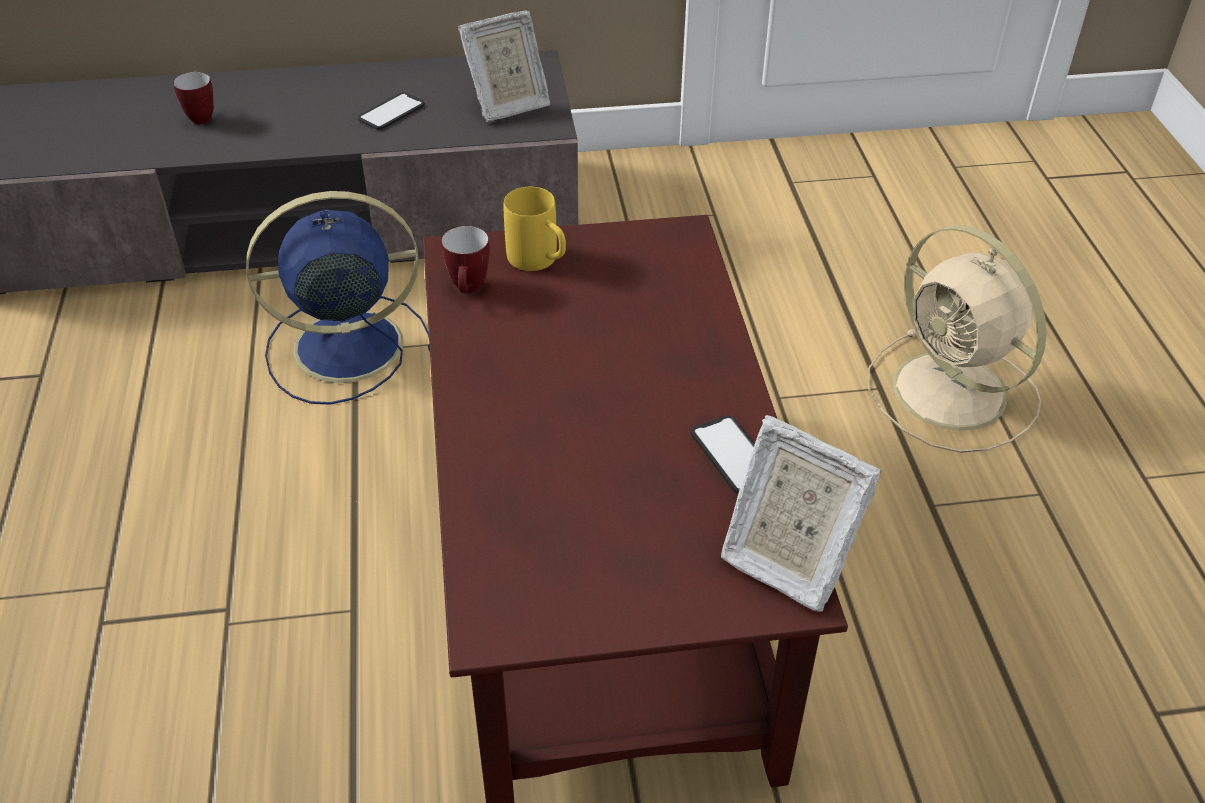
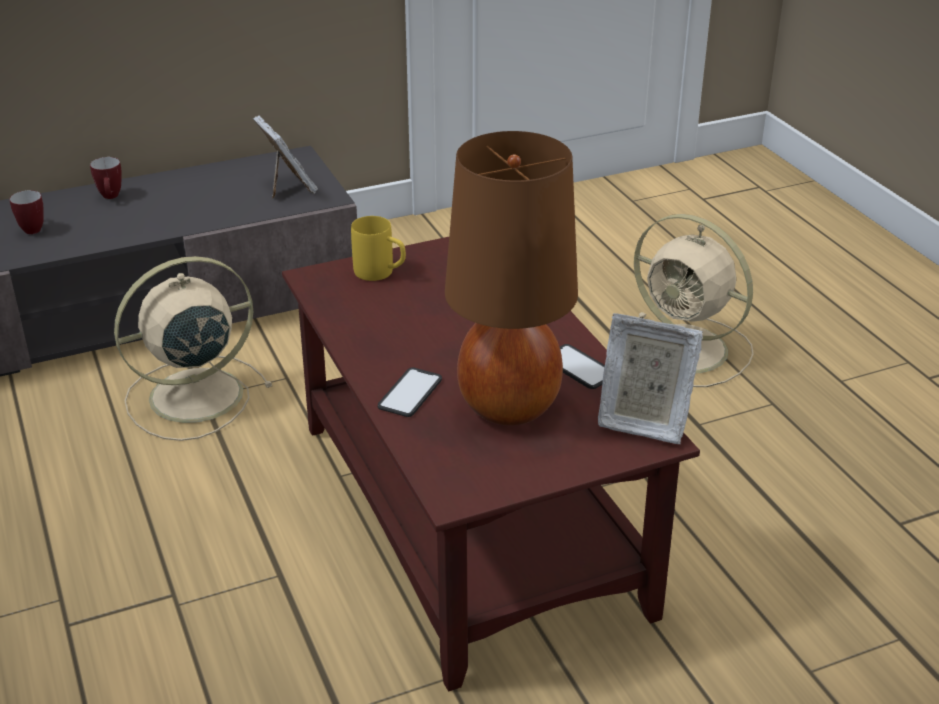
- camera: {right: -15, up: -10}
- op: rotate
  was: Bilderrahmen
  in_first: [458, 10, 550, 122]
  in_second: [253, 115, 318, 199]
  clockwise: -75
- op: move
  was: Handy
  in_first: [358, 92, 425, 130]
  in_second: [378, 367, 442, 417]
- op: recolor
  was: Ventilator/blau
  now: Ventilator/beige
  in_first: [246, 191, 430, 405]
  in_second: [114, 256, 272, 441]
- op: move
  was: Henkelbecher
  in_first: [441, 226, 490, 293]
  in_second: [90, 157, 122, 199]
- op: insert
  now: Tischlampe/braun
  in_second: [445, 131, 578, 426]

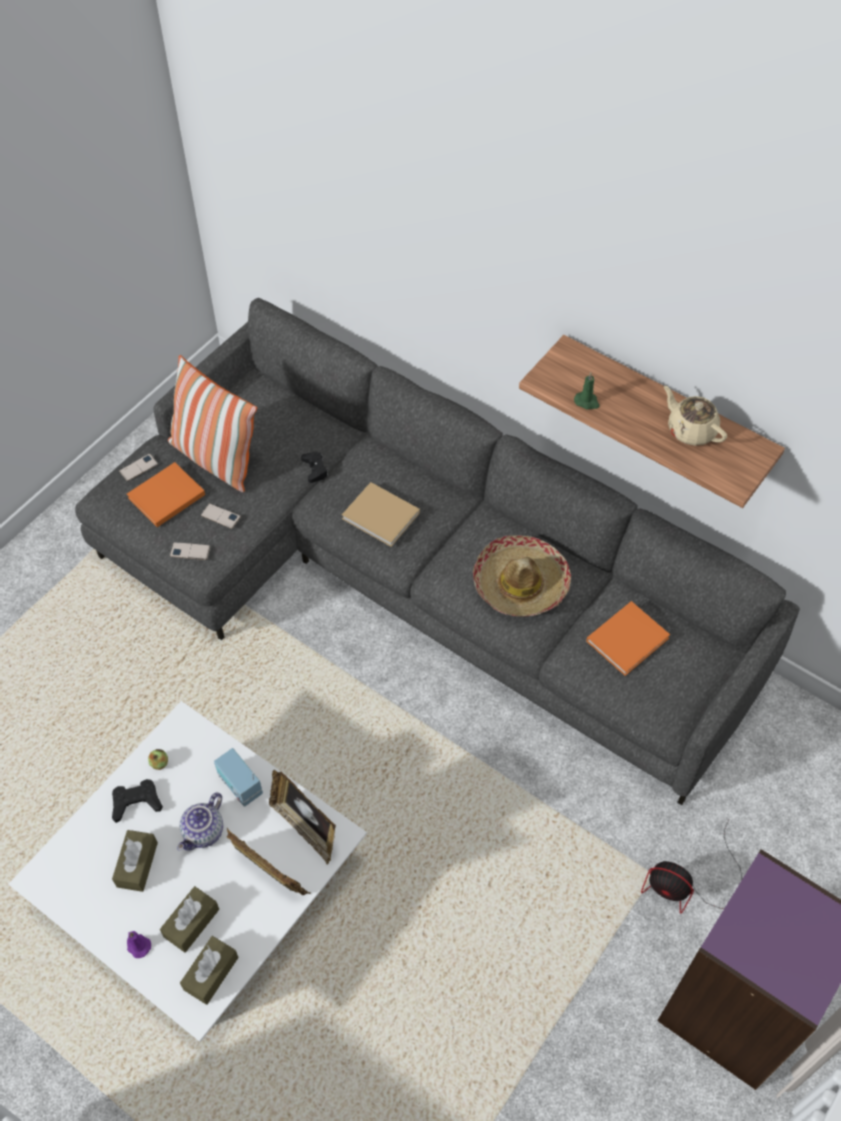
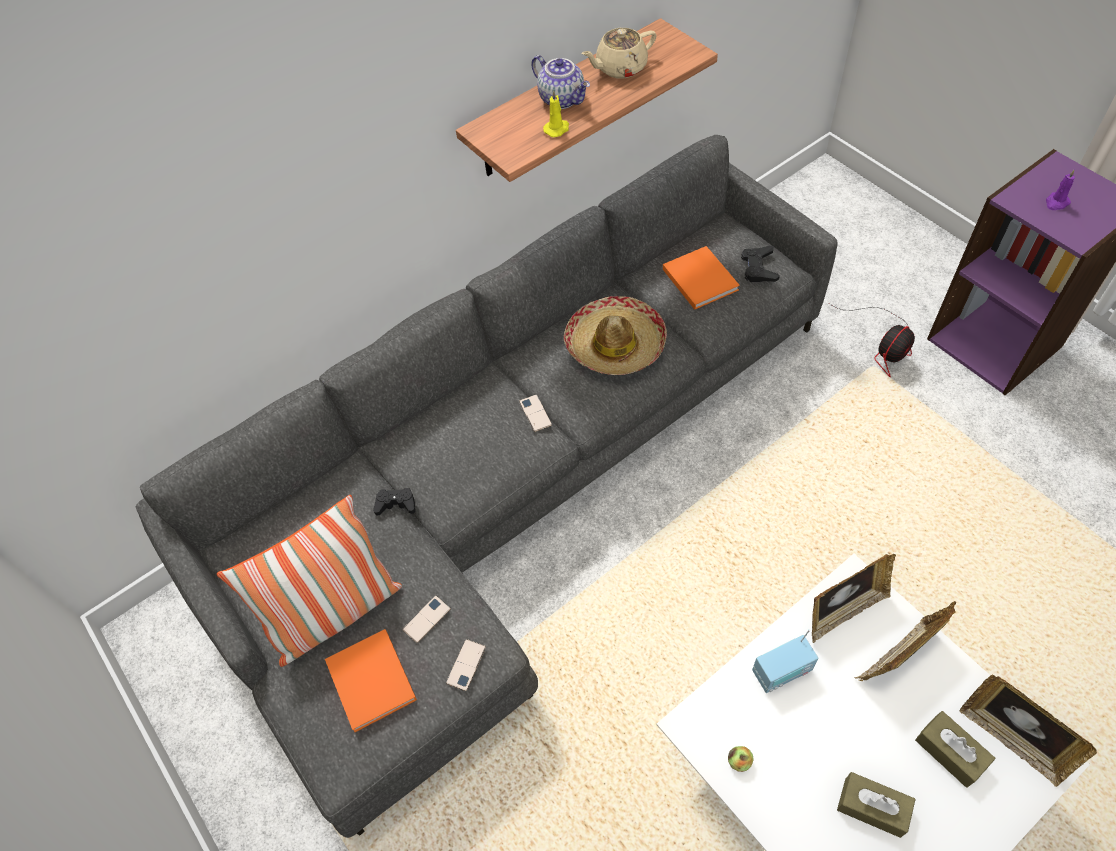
- camera: {right: -70, up: 0}
- op: recolor
  was: Kerze/grün
  now: Kerze/gelb
  in_first: [574, 373, 600, 409]
  in_second: [543, 90, 569, 137]
- op: move
  was: Handy
  in_first: [119, 454, 158, 481]
  in_second: [519, 394, 552, 432]
- op: delete
  was: Buch/beige
  in_first: [342, 482, 420, 547]
- op: move
  was: Gamepad/schwarz
  in_first: [112, 779, 163, 823]
  in_second: [741, 246, 780, 282]
- op: move
  was: Teekanne
  in_first: [177, 793, 223, 851]
  in_second: [531, 55, 590, 109]
- op: move
  was: Kerze/lila
  in_first: [127, 931, 151, 958]
  in_second: [1046, 170, 1075, 210]
- op: replace
  was: Taschentuchbox/braun
  now: Bilderrahmen
  in_first: [180, 936, 238, 1005]
  in_second: [960, 675, 1097, 787]

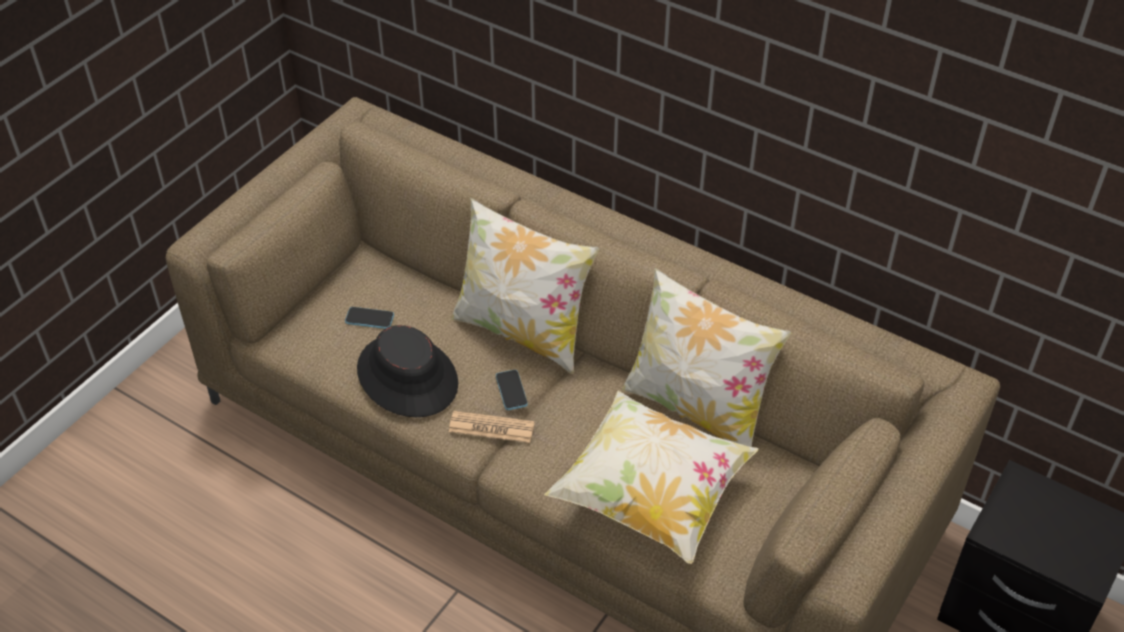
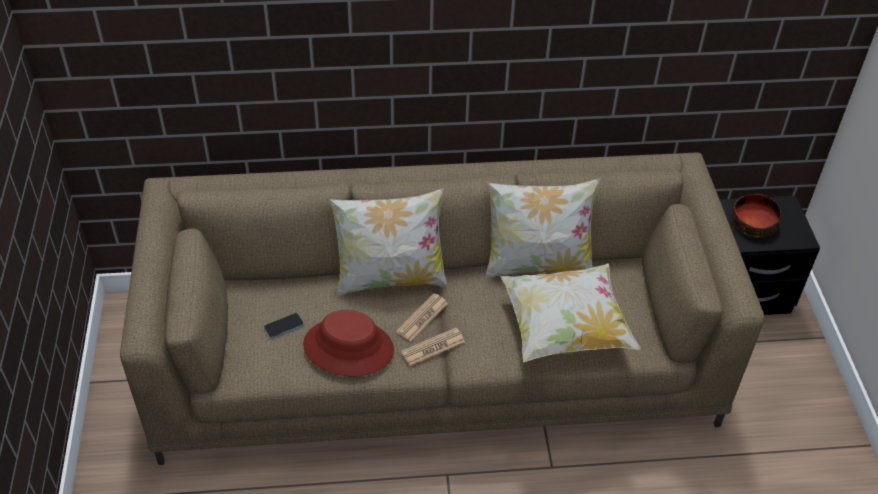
- camera: {right: -40, up: 0}
- op: recolor
  was: Hut/schwarz
  now: Hut/rot
  in_first: [357, 325, 458, 417]
  in_second: [303, 310, 394, 376]
- op: replace
  was: Handy
  now: Zeitung
  in_first: [496, 370, 528, 410]
  in_second: [396, 293, 448, 341]
- op: insert
  now: Schüssel
  in_second: [732, 194, 781, 238]

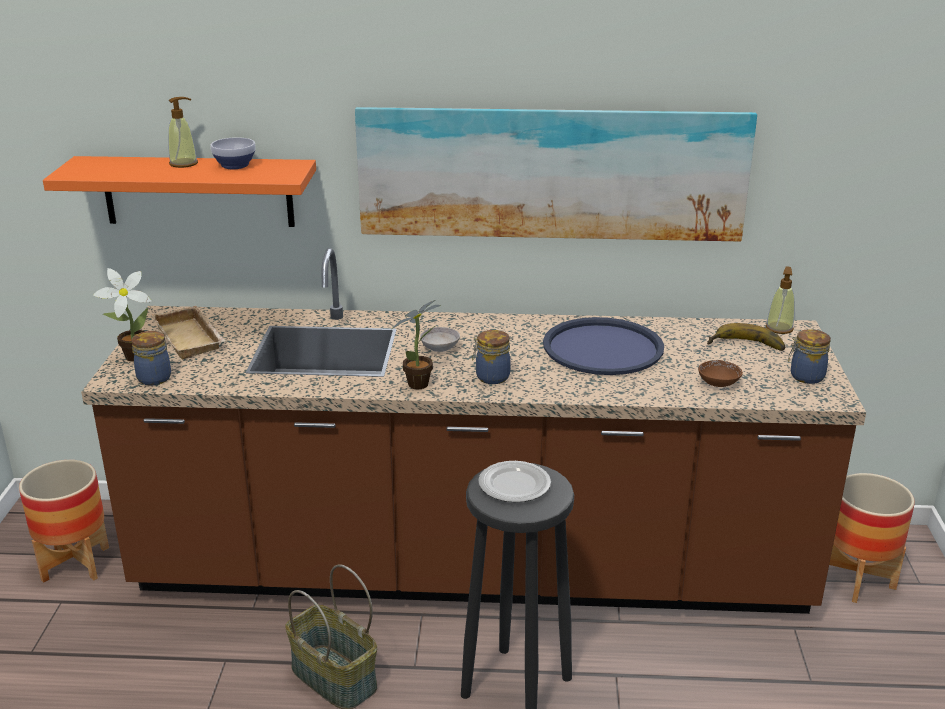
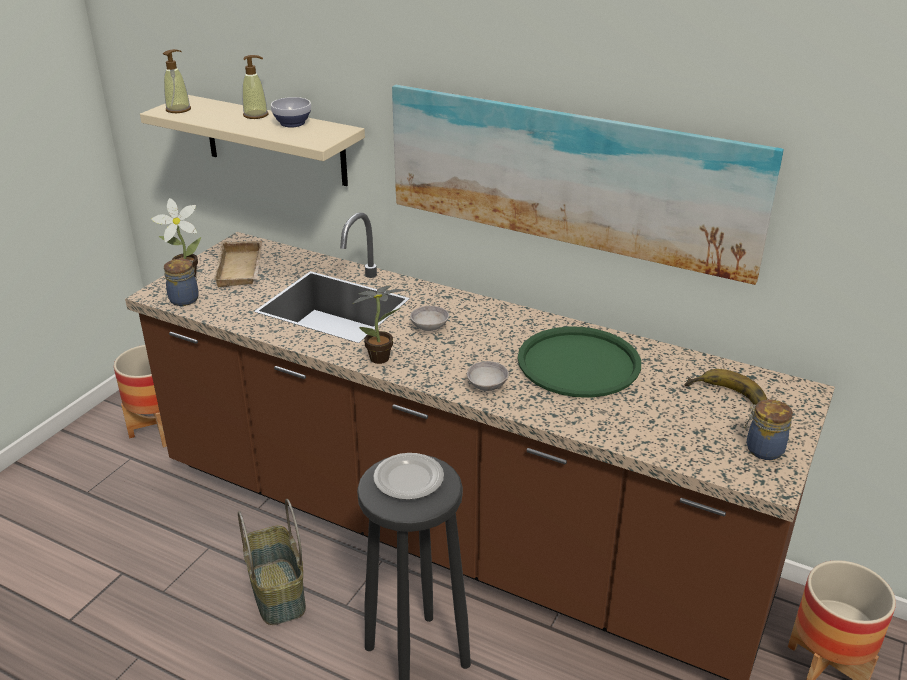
- camera: {right: 25, up: 5}
- op: recolor
  was: Wandregal/orange
  now: Wandregal/beige
  in_first: [43, 156, 316, 227]
  in_second: [140, 95, 365, 186]
- op: move
  was: Seifenspender
  in_first: [766, 266, 795, 334]
  in_second: [163, 49, 191, 113]
- op: recolor
  was: Tablett/blau
  now: Tablett/grün
  in_first: [543, 317, 664, 375]
  in_second: [518, 326, 641, 398]
- op: delete
  was: Vorratsglas
  in_first: [472, 330, 511, 384]
- op: delete
  was: Schüssel/braun
  in_first: [698, 360, 743, 387]
- op: insert
  now: Schüssel/grau
  in_second: [467, 361, 509, 391]

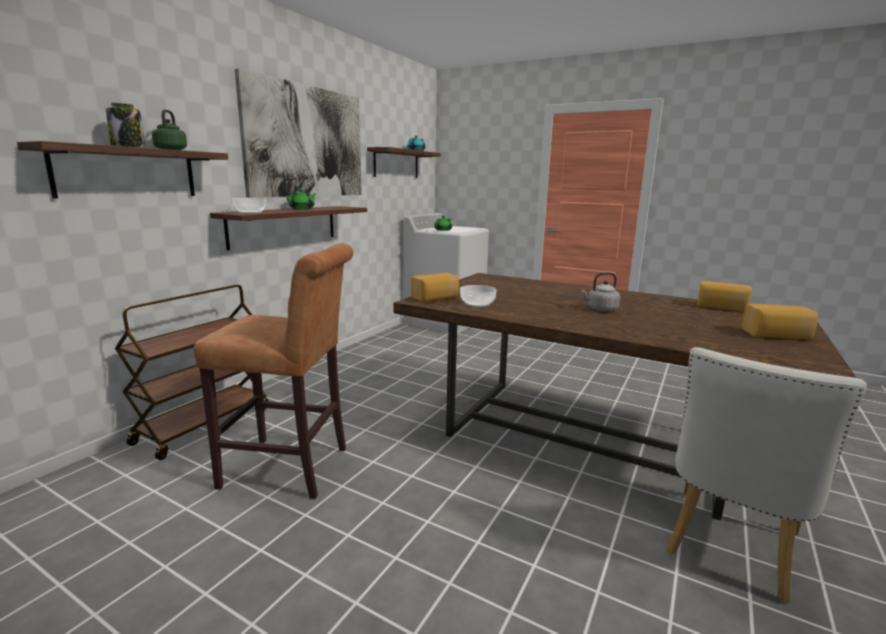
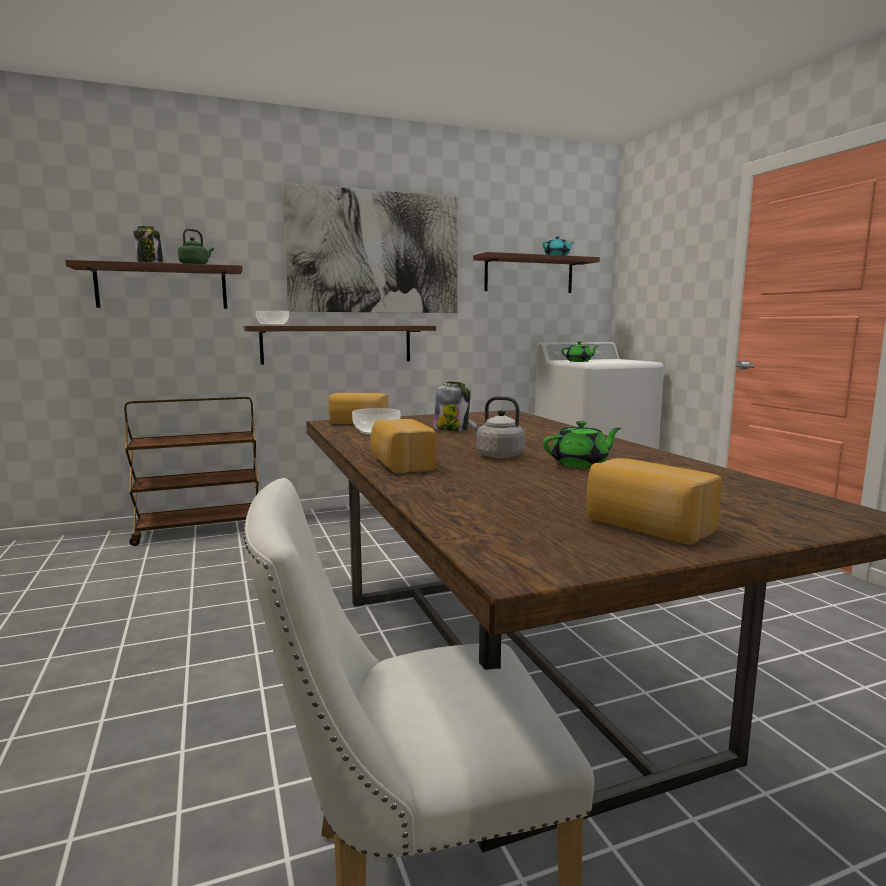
- camera: {right: 40, up: -5}
- op: move
  was: Teekanne/grün
  in_first: [287, 189, 316, 210]
  in_second: [543, 421, 621, 468]
- op: delete
  was: Hocker/braun
  in_first: [194, 243, 353, 499]
- op: move
  was: Brot
  in_first: [697, 281, 752, 312]
  in_second: [370, 419, 436, 474]
- op: insert
  now: Vorratsglas
  in_second: [433, 382, 471, 431]

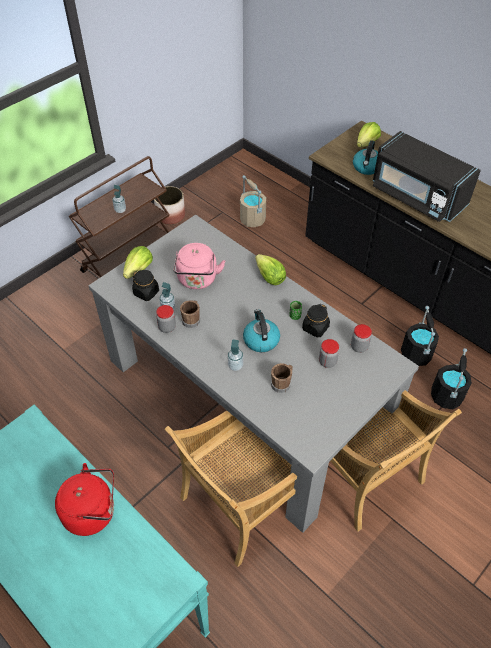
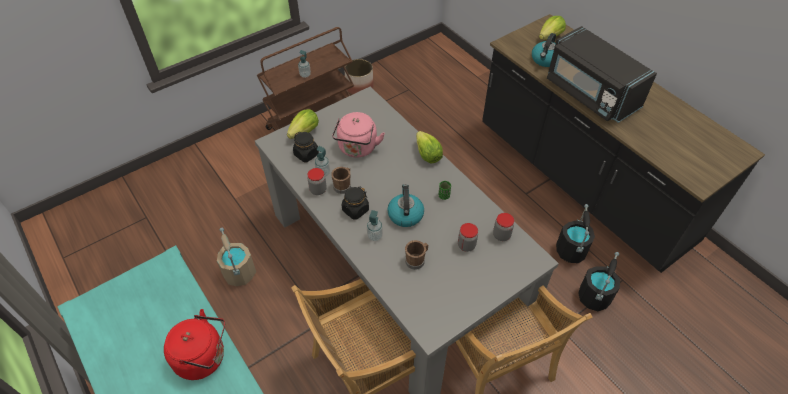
- camera: {right: 10, up: 0}
- op: move
  was: Eimer/beige
  in_first: [240, 175, 266, 227]
  in_second: [217, 228, 256, 286]
- op: move
  was: Vorratsglas/schwarz
  in_first: [302, 304, 330, 338]
  in_second: [342, 187, 369, 220]

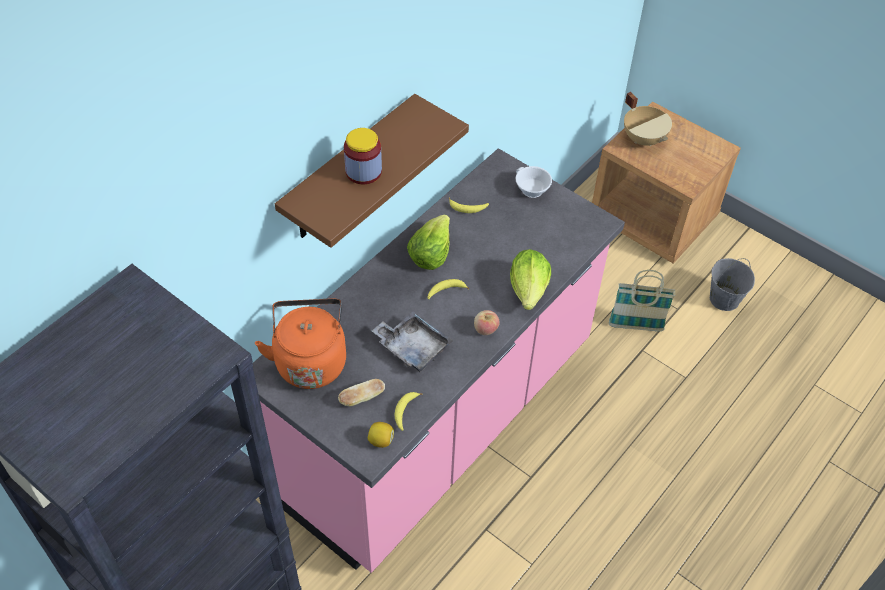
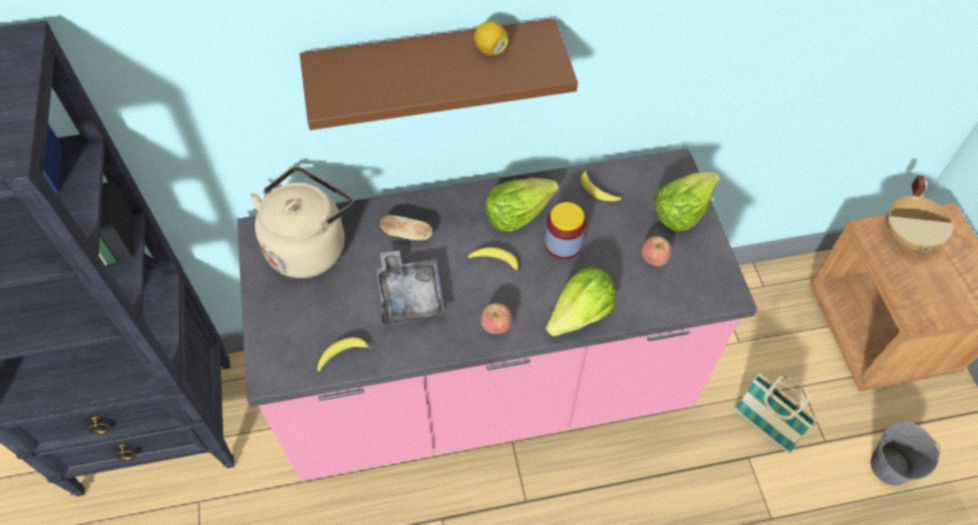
- camera: {right: 40, up: 5}
- op: move
  was: Vorratsglas
  in_first: [344, 128, 382, 185]
  in_second: [545, 202, 586, 259]
- op: replace
  was: Tasse/weiß
  now: Salatkopf
  in_first: [516, 166, 552, 198]
  in_second: [654, 172, 720, 232]
- op: recolor
  was: Wasserkessel/orange
  now: Wasserkessel/beige
  in_first: [255, 299, 346, 389]
  in_second: [250, 166, 354, 278]
- op: move
  was: Brot
  in_first: [338, 379, 385, 406]
  in_second: [380, 215, 432, 240]
- op: move
  was: Zitrone
  in_first: [368, 422, 394, 448]
  in_second: [474, 21, 509, 56]
- op: insert
  now: Apfel
  in_second: [641, 236, 672, 266]

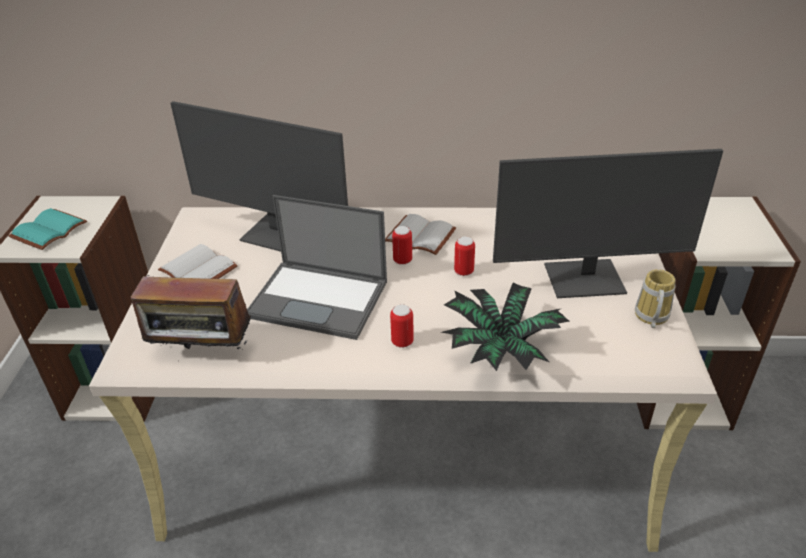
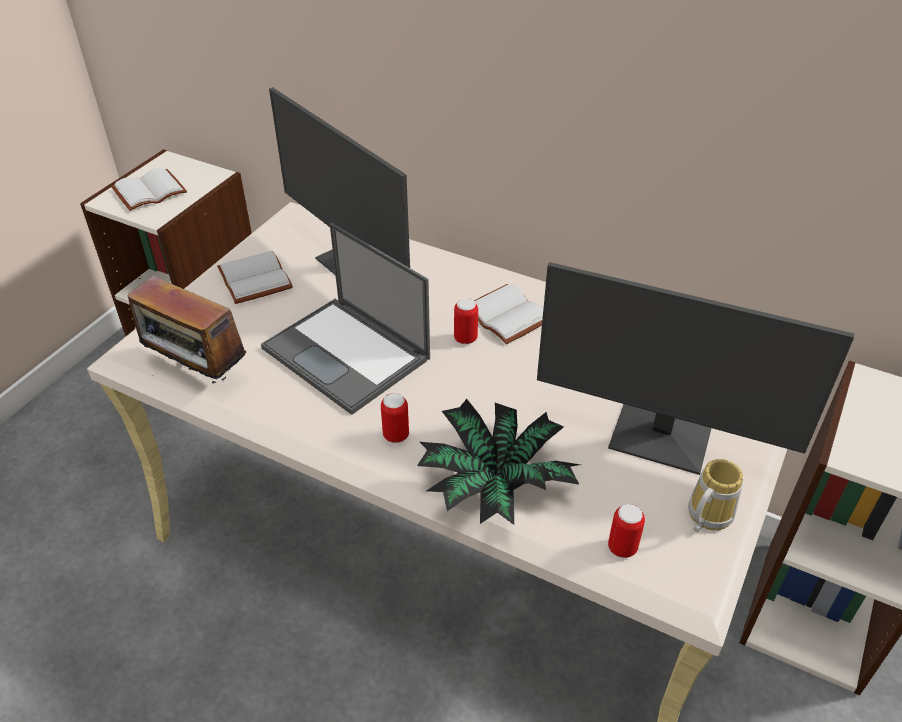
- camera: {right: 25, up: 5}
- op: recolor
  was: Buch/türkis
  now: Buch/weiß
  in_first: [9, 208, 87, 250]
  in_second: [111, 168, 187, 211]
- op: move
  was: Dose
  in_first: [454, 237, 475, 276]
  in_second: [608, 504, 645, 558]

